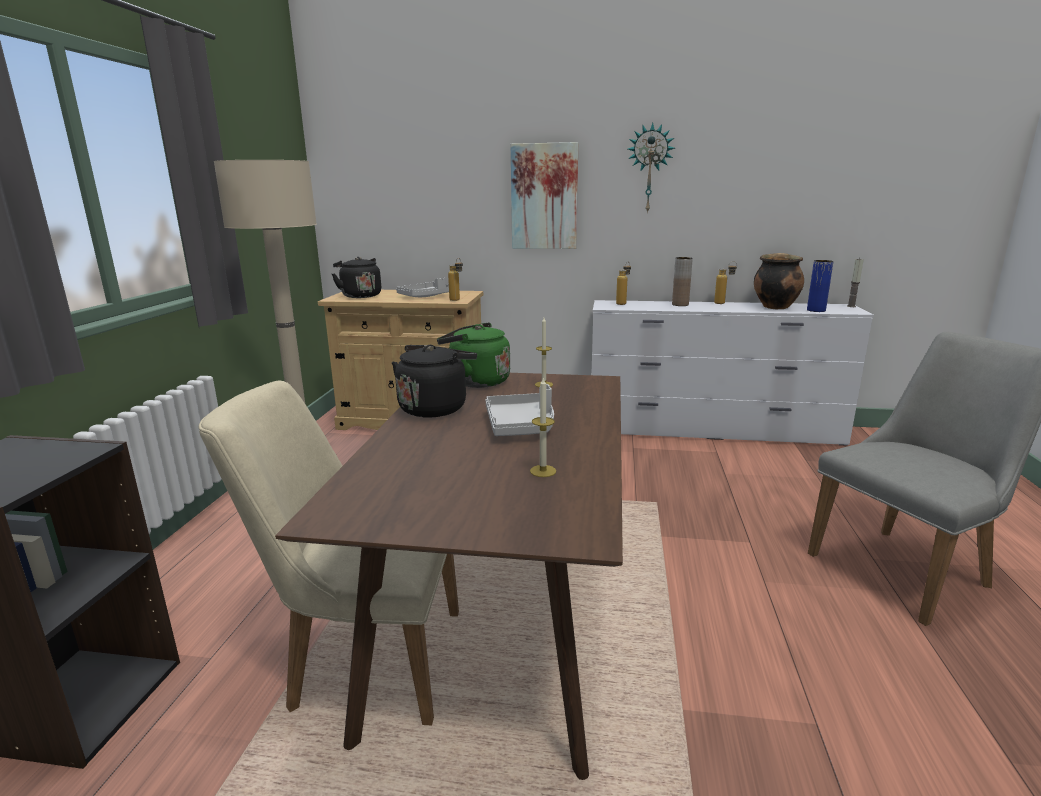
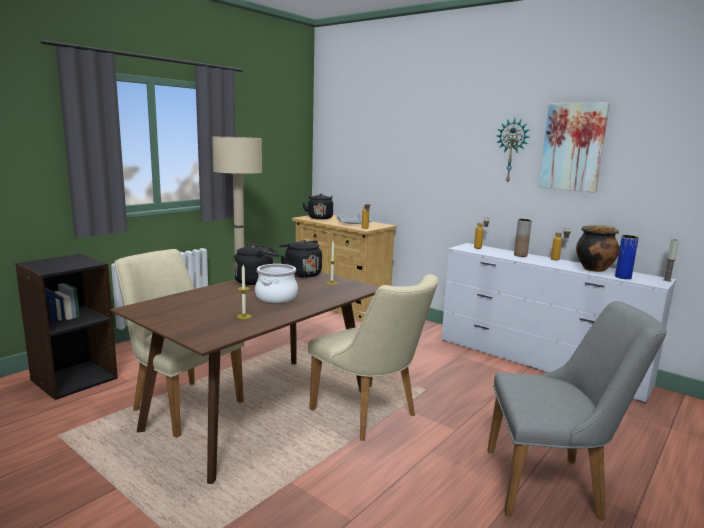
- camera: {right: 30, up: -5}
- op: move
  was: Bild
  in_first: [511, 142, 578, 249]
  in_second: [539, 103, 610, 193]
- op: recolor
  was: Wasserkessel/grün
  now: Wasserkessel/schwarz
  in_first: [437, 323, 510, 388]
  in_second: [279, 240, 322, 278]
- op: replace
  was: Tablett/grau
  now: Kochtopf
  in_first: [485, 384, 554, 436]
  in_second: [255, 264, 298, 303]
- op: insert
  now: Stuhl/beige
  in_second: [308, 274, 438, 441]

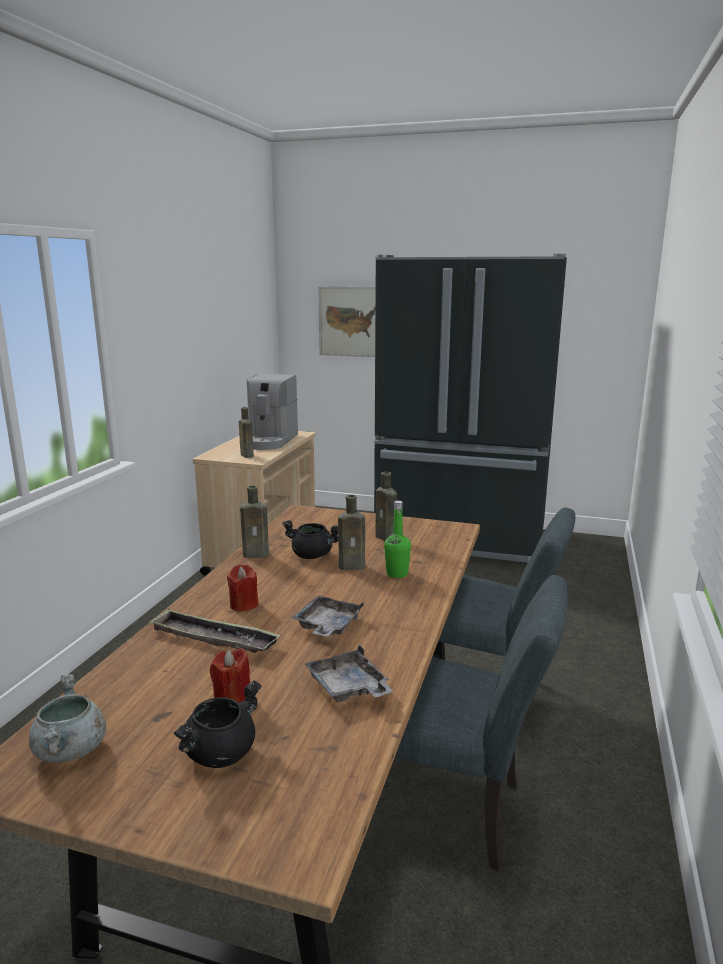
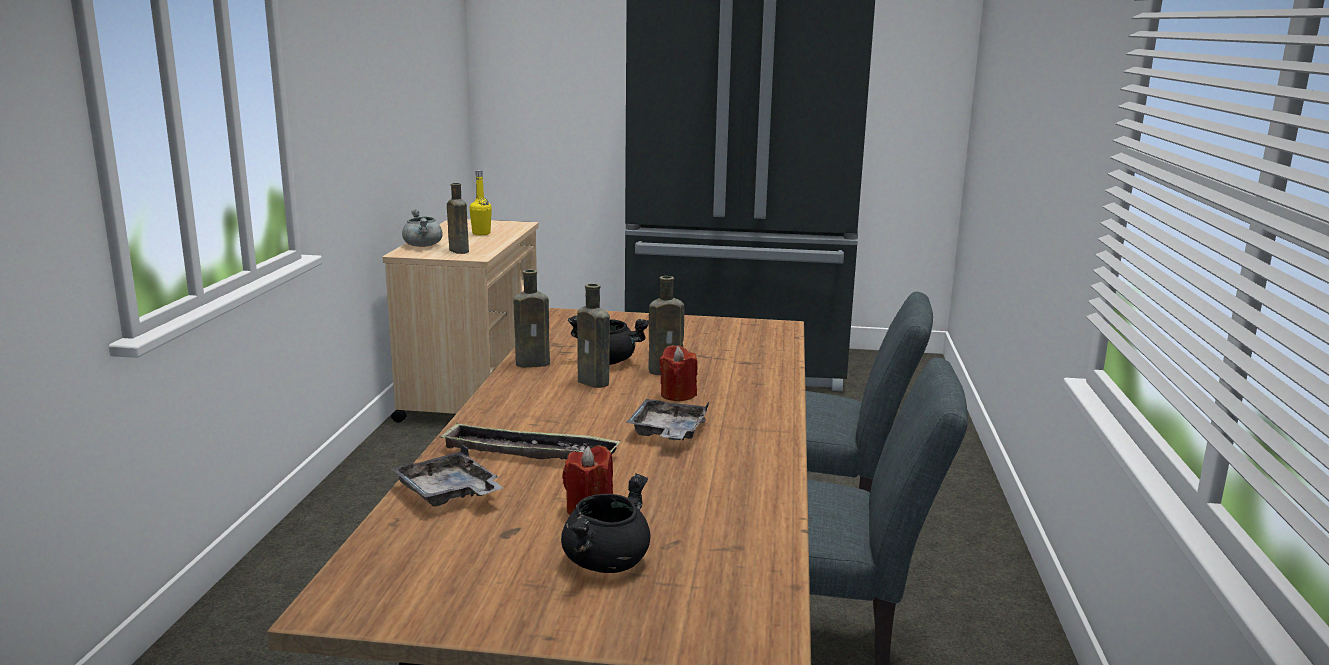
- camera: {right: -10, up: 0}
- op: delete
  was: Bild
  in_first: [318, 286, 376, 357]
- op: replace
  was: Kaffeemaschine
  now: Flasche/gelb
  in_first: [247, 374, 298, 450]
  in_second: [469, 170, 492, 235]
- op: move
  was: Flasche/braun
  in_first: [375, 472, 397, 541]
  in_second: [577, 283, 610, 388]
- op: delete
  was: Flasche/grün
  in_first: [384, 501, 411, 578]
- op: move
  was: Kerze/rot
  in_first: [227, 564, 259, 612]
  in_second: [659, 345, 698, 401]
- op: move
  was: Tablett/grau
  in_first: [305, 645, 393, 702]
  in_second: [391, 445, 503, 507]
- op: move
  was: Kochtopf/grau
  in_first: [29, 674, 106, 763]
  in_second: [402, 209, 443, 247]

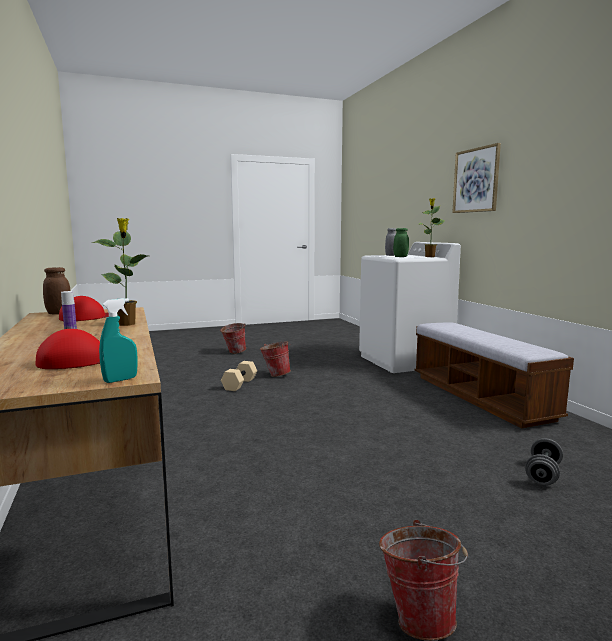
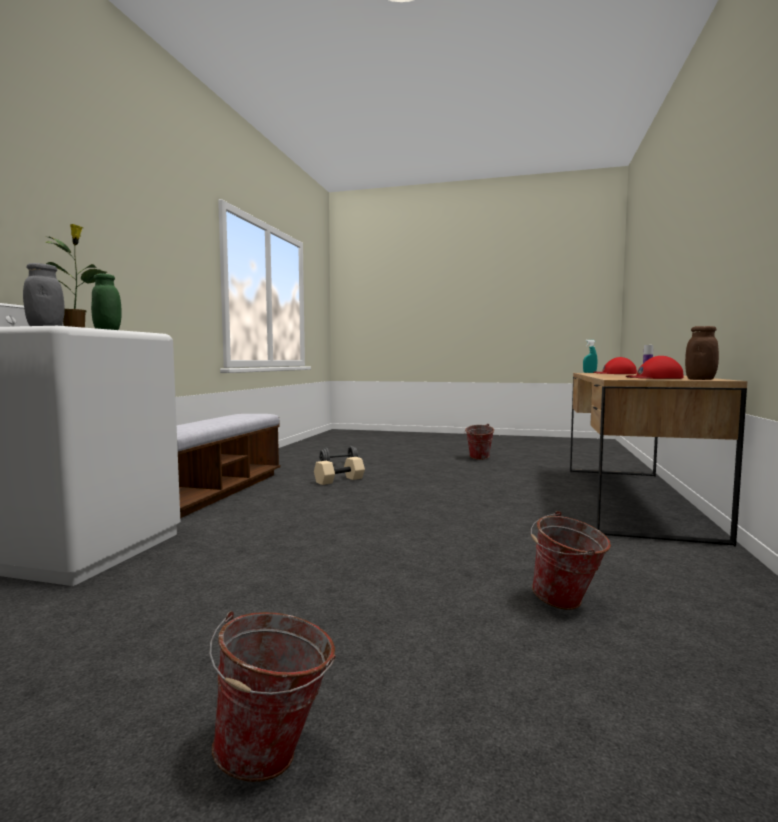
- camera: {right: -145, up: -5}
- op: delete
  was: Bild
  in_first: [452, 143, 501, 213]
- op: delete
  was: Topfpflanze
  in_first: [93, 218, 148, 326]
- op: move
  was: Eimer
  in_first: [260, 341, 291, 377]
  in_second: [531, 511, 611, 610]
- op: move
  was: Hantel/beige
  in_first: [221, 361, 257, 391]
  in_second: [314, 457, 365, 485]

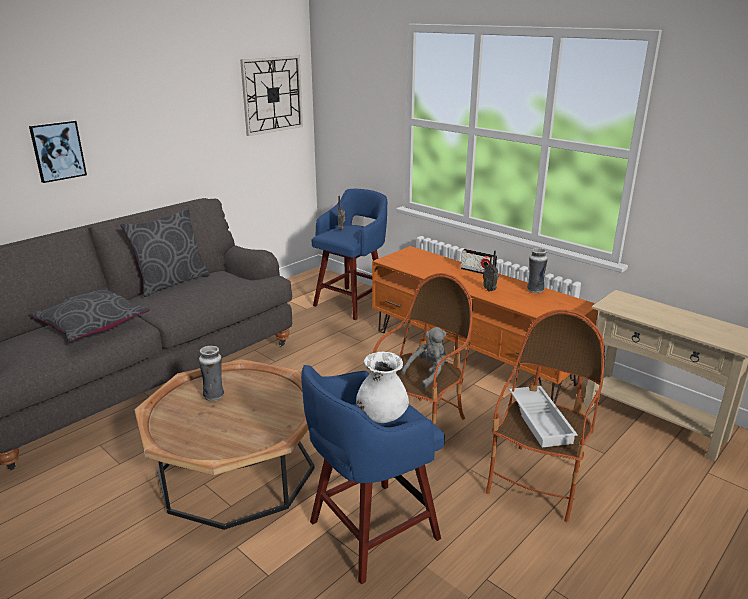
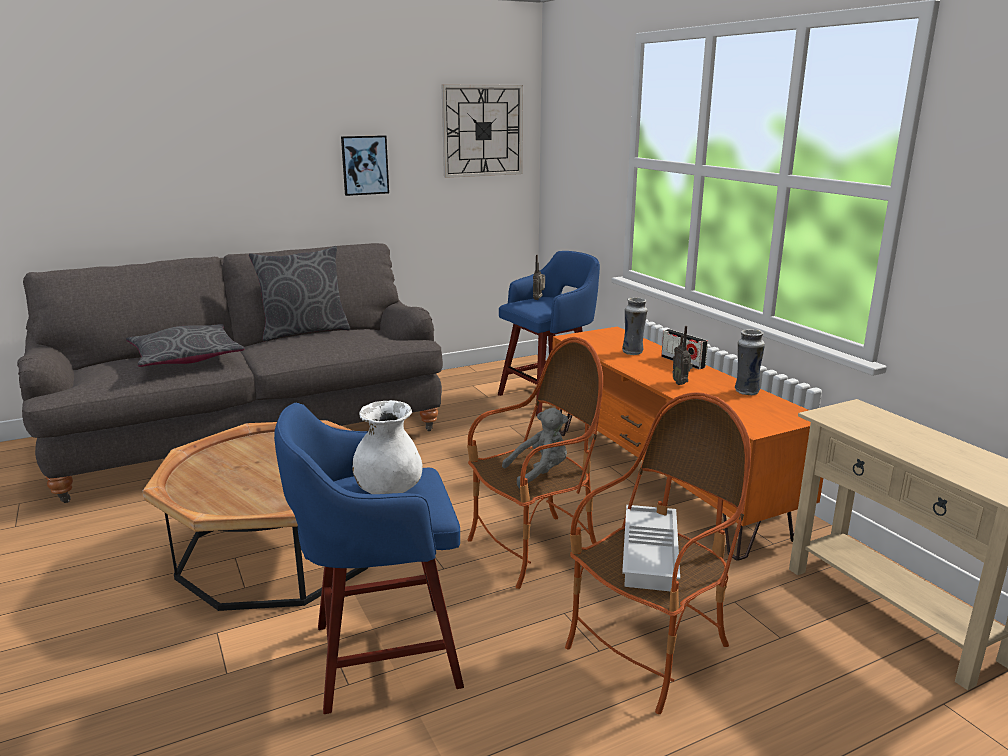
- camera: {right: 20, up: -5}
- op: move
  was: Bild
  in_first: [29, 120, 87, 183]
  in_second: [341, 135, 389, 196]
- op: move
  was: Vase
  in_first: [199, 346, 224, 401]
  in_second: [622, 297, 647, 355]

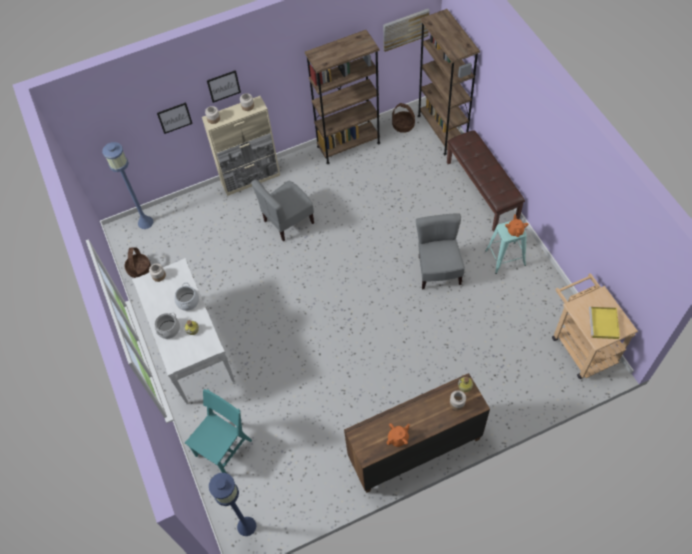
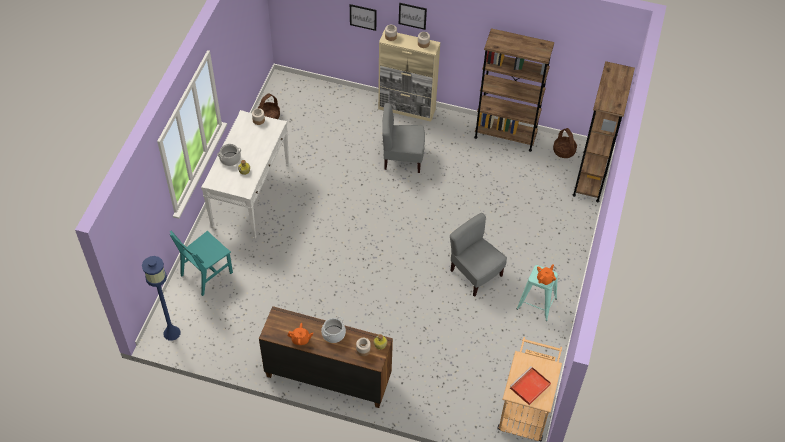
- camera: {right: 35, up: -5}
- op: delete
  was: Bild
  in_first: [383, 9, 430, 52]
- op: delete
  was: Bank/braun
  in_first: [447, 130, 525, 232]
- op: delete
  was: Stehlampe/blau
  in_first: [102, 142, 153, 229]
- op: rotate
  was: Stuhl/grau
  in_first: [416, 213, 465, 289]
  in_second: [450, 213, 507, 297]
  clockwise: -75
- op: move
  was: Kochtopf
  in_first: [174, 283, 199, 311]
  in_second: [321, 317, 346, 343]
- op: recolor
  was: Tablett/gelb
  now: Tablett/rot
  in_first: [589, 307, 620, 339]
  in_second: [510, 366, 551, 405]
- op: rotate
  was: Stuhl/türkis
  in_first: [185, 389, 252, 473]
  in_second: [170, 231, 233, 296]
  clockwise: 150

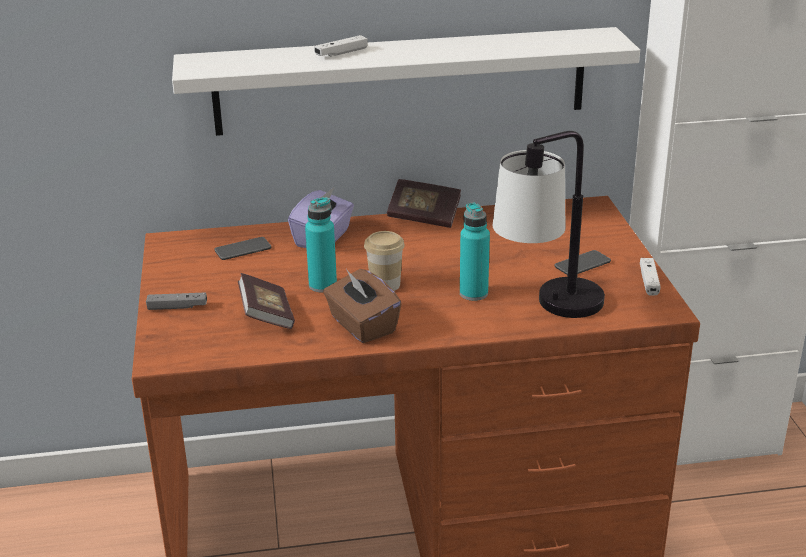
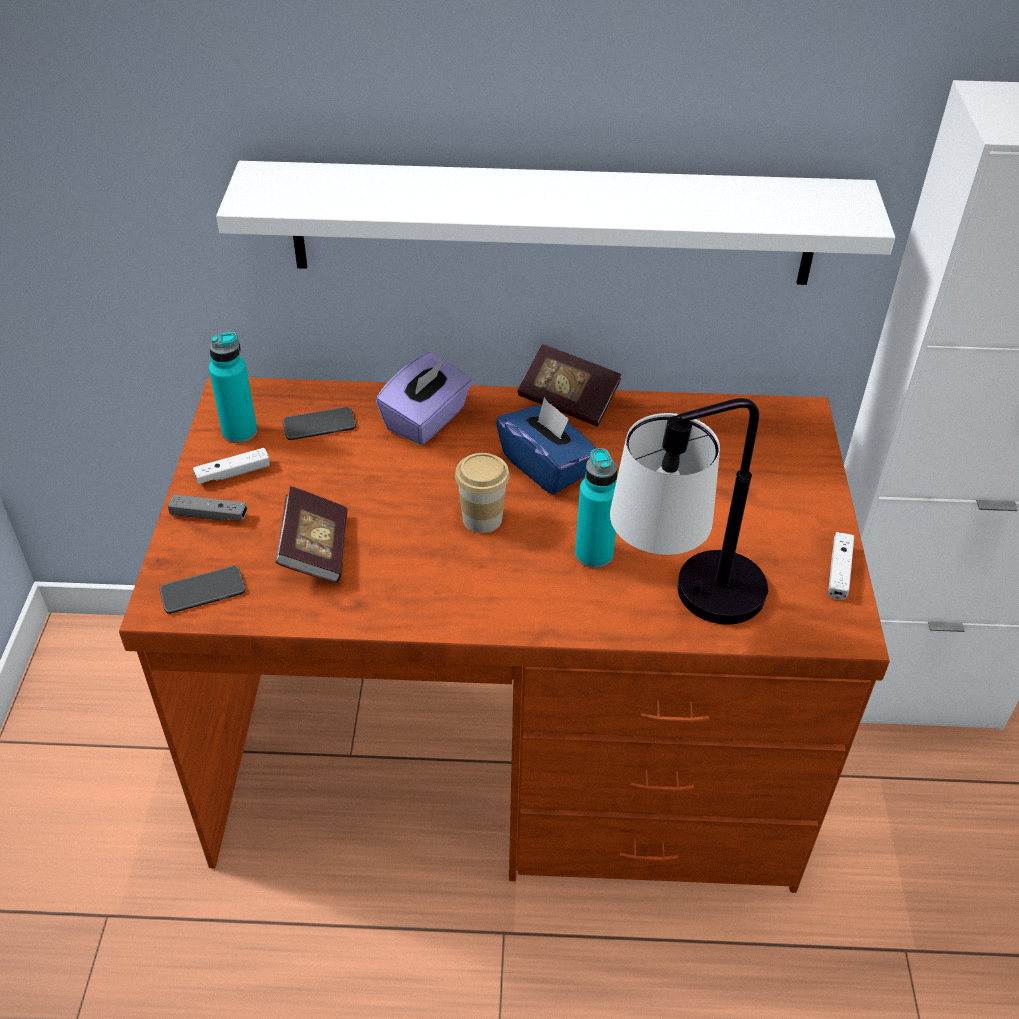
- camera: {right: 10, up: 15}
- op: move
  was: Gamepad/weiß
  in_first: [314, 35, 367, 57]
  in_second: [193, 448, 270, 484]
- op: move
  was: Flasche/türkis
  in_first: [305, 197, 337, 293]
  in_second: [209, 332, 257, 443]
- op: move
  was: Handy
  in_first: [554, 250, 611, 275]
  in_second: [160, 566, 246, 614]
- op: delete
  was: Taschentuchbox/braun
  in_first: [323, 269, 402, 343]
- op: insert
  now: Taschentuchbox/blau
  in_second: [496, 397, 596, 495]

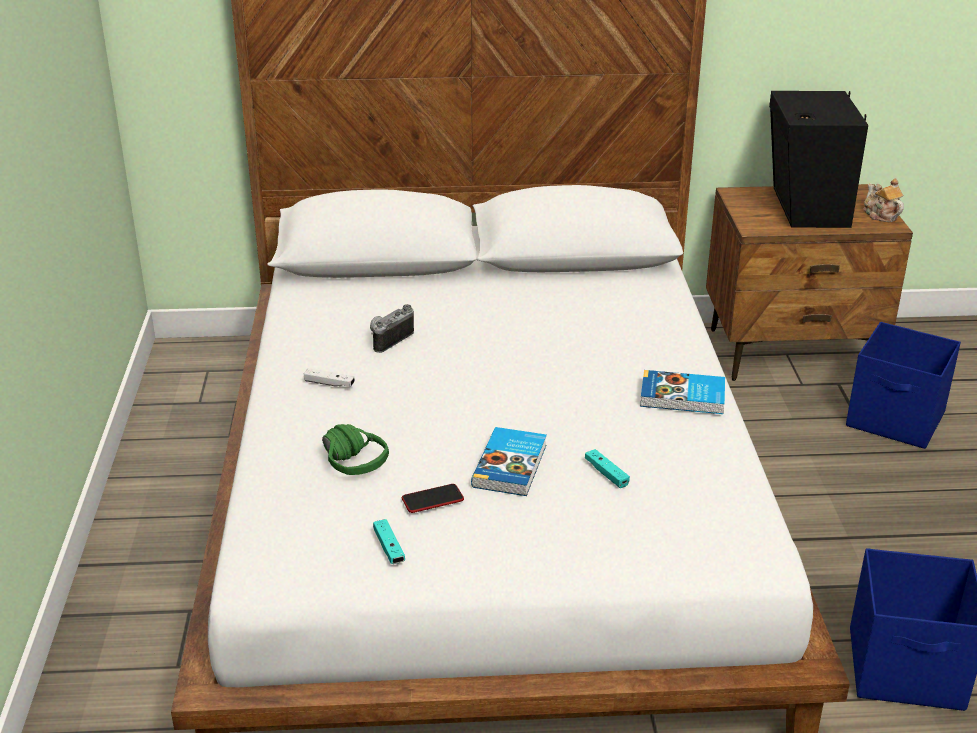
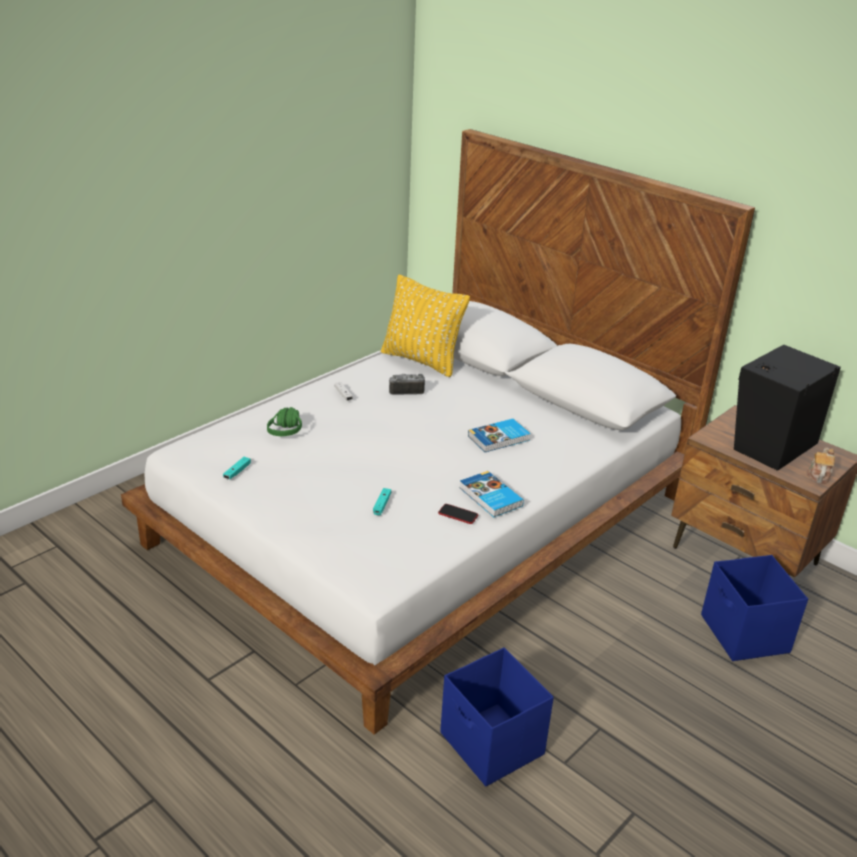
- camera: {right: 45, up: 0}
- op: move
  was: Buch
  in_first: [471, 427, 547, 496]
  in_second: [468, 419, 531, 452]
- op: move
  was: Handy
  in_first: [402, 484, 464, 513]
  in_second: [438, 504, 478, 524]
- op: insert
  now: Kissen/gelb
  in_second: [381, 275, 470, 377]

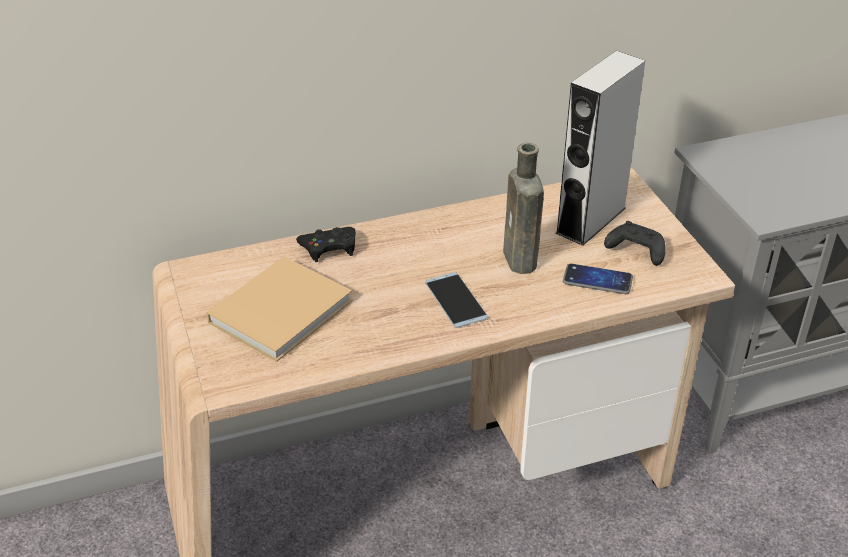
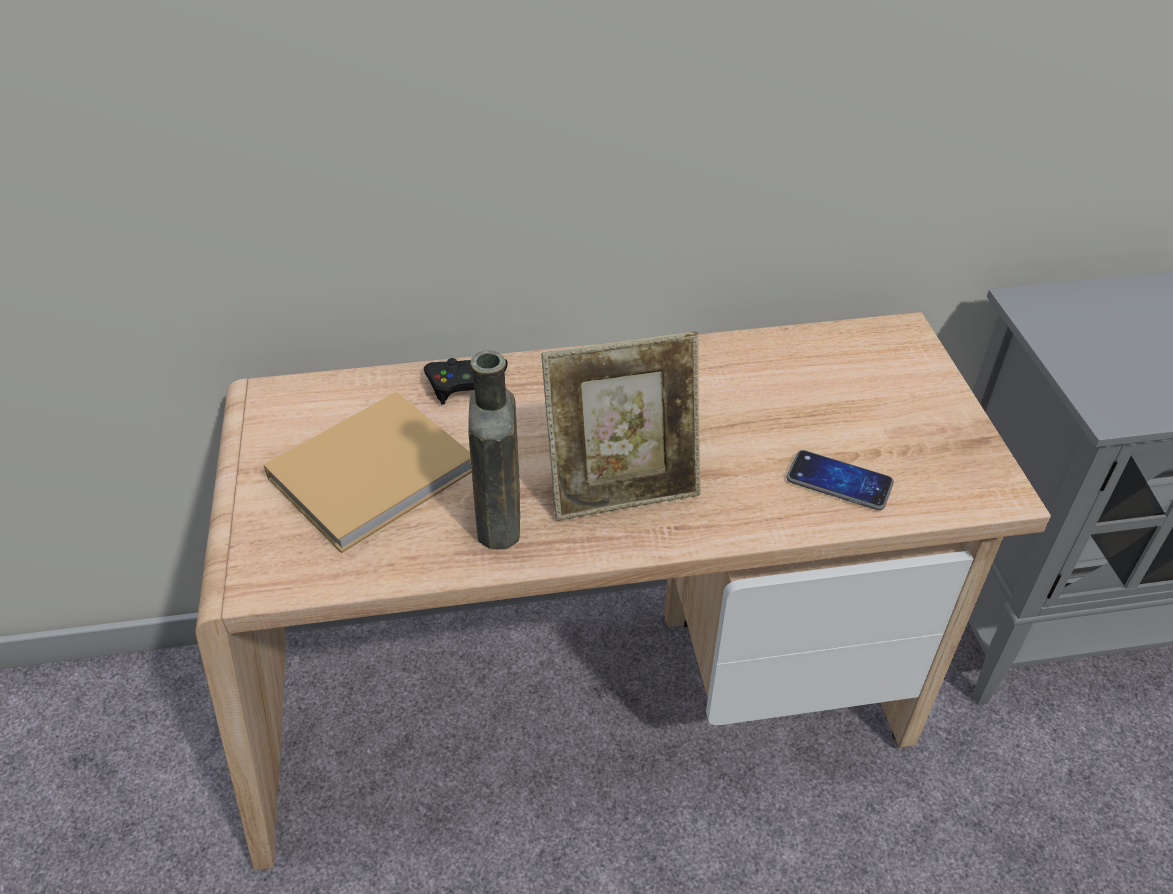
- camera: {right: 10, up: 5}
- op: delete
  was: Lautsprecher/grau
  in_first: [556, 51, 645, 246]
- op: move
  was: Flasche/braun
  in_first: [503, 143, 544, 274]
  in_second: [468, 350, 520, 549]
- op: delete
  was: Gamepad/schwarz
  in_first: [604, 221, 666, 266]
- op: replace
  was: Handy
  now: Bilderrahmen
  in_first: [425, 272, 489, 328]
  in_second: [541, 331, 700, 521]

